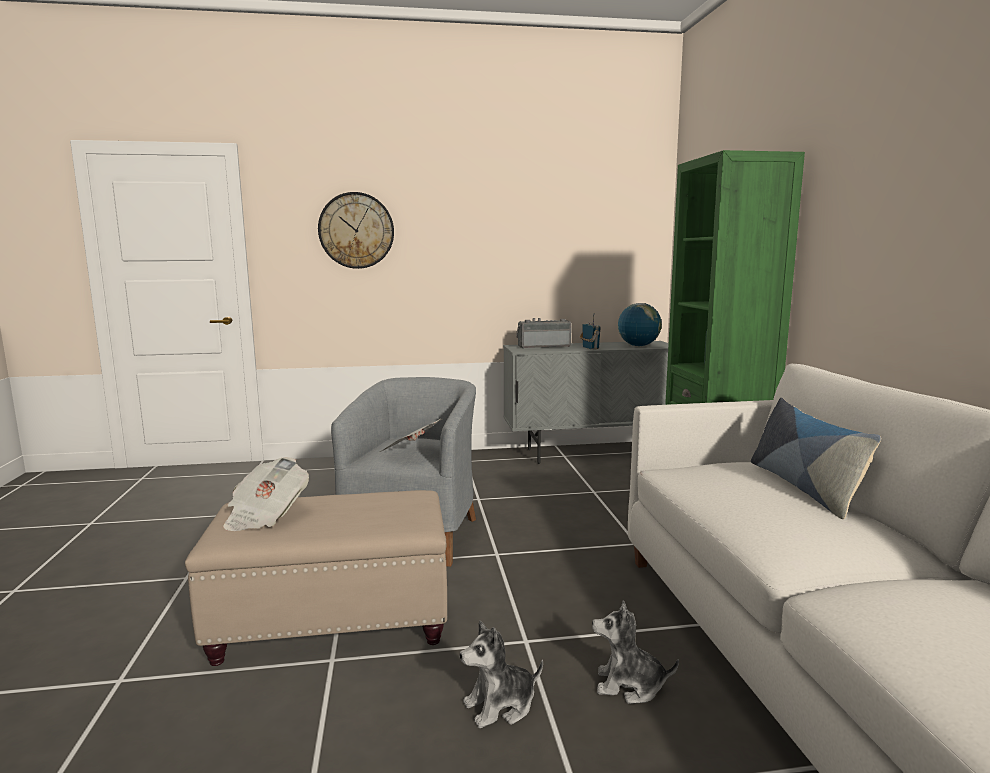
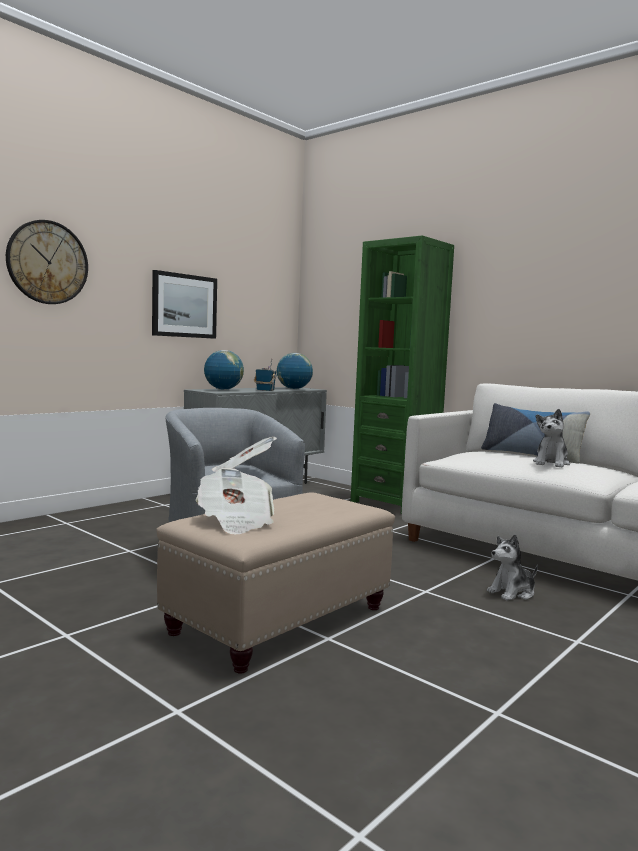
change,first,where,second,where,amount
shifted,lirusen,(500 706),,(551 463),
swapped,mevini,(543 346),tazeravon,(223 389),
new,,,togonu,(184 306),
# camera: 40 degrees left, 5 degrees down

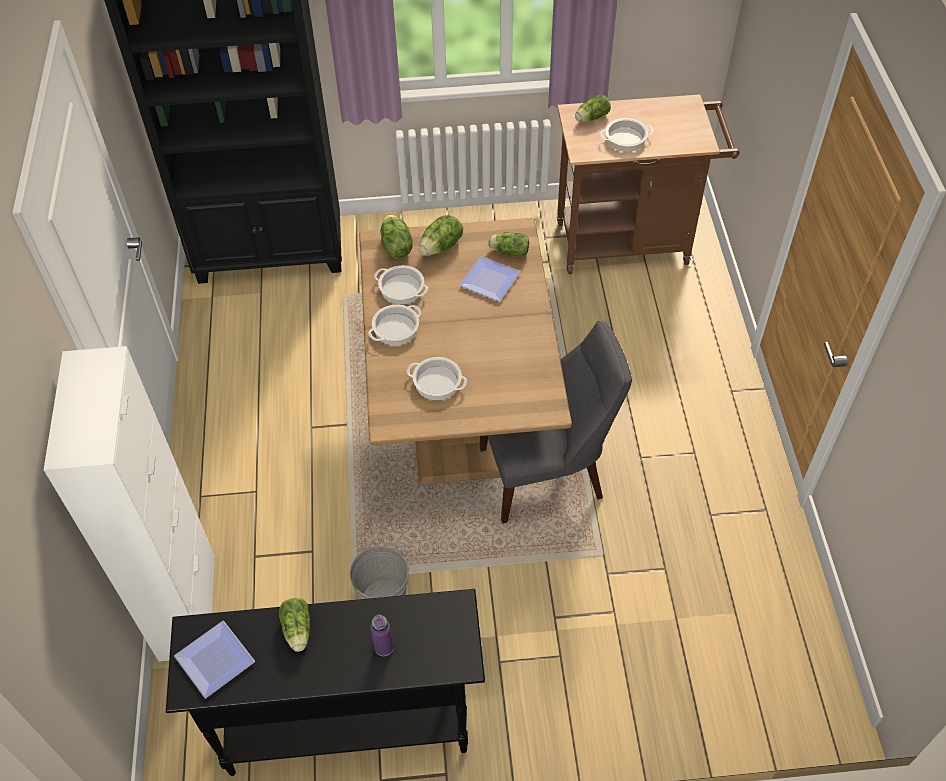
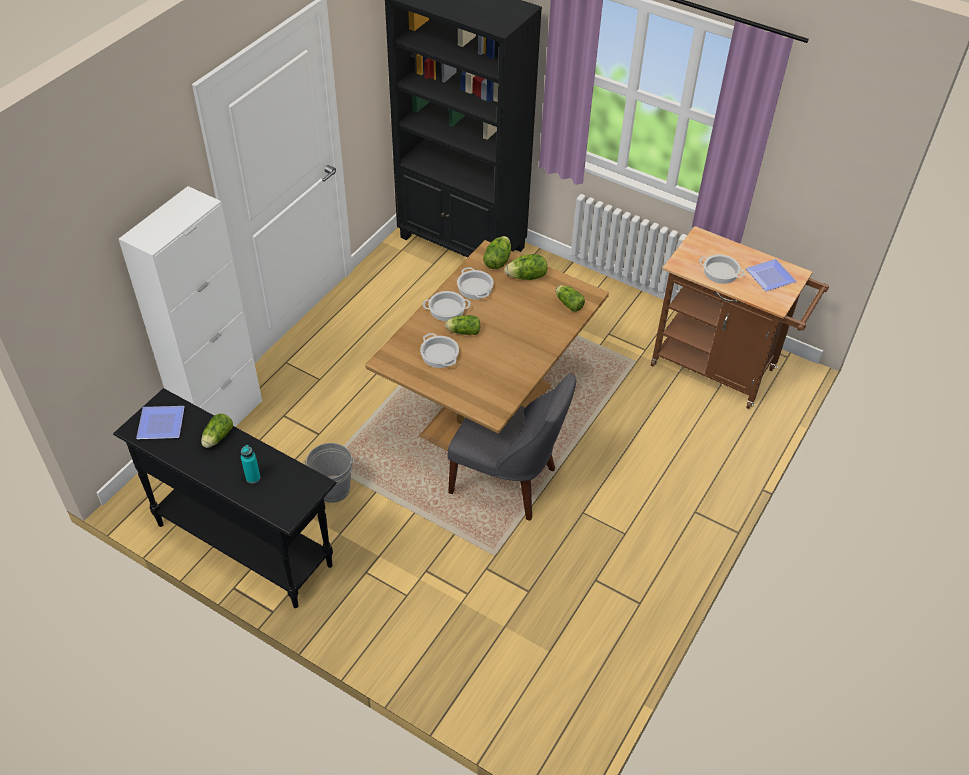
change,first,where,second,where,amount
repainted,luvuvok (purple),(384 647),luvuvok (turquoise),(253 477),
shifted,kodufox,(487 281),,(768 276),
shifted,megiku,(590 118),,(462 331),
# camera: 35 degrees right, 5 degrees down

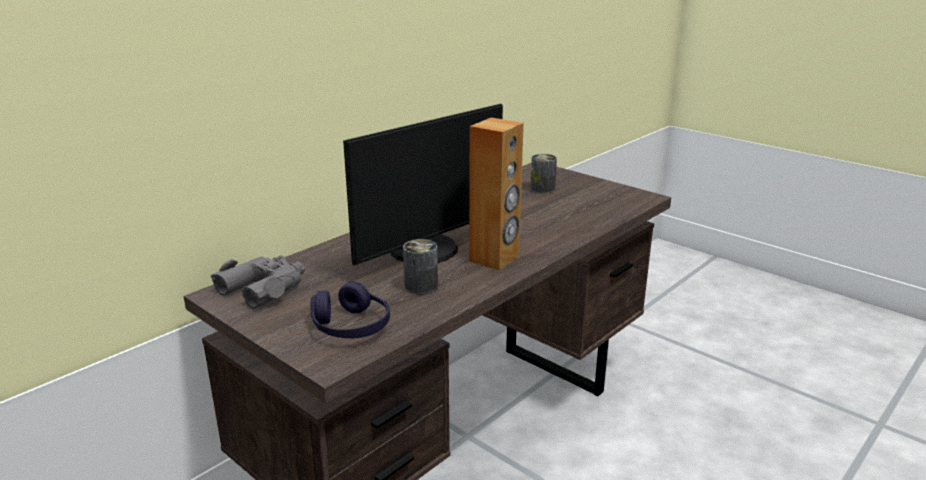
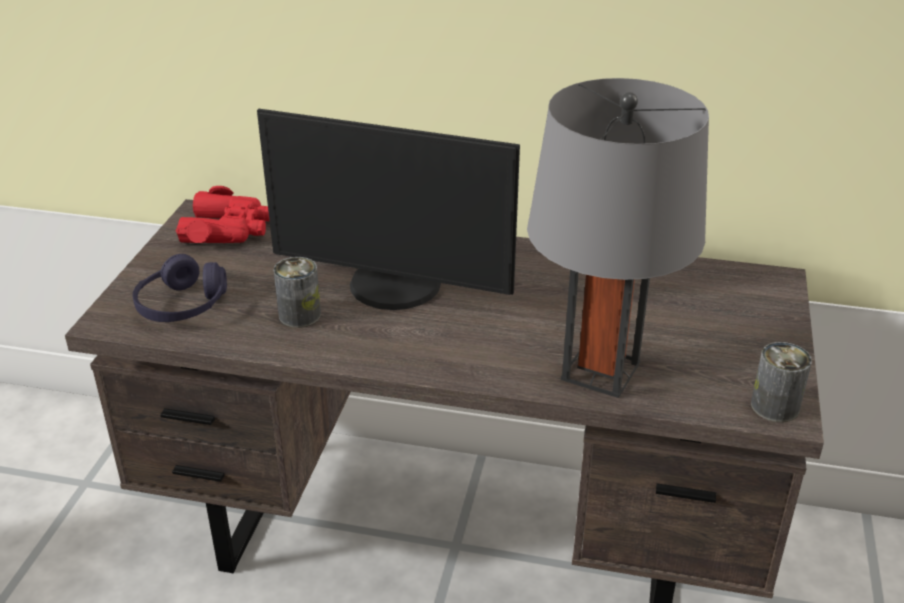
change,first,where,second,where,amount
repainted,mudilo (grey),(264 287),mudilo (red),(228 229),
gone,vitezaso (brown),(494 259),,,
shifted,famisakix,(542 189),,(774 406),
new,,,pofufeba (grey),(600 371),
# camera: 60 degrees right, 10 degrees up

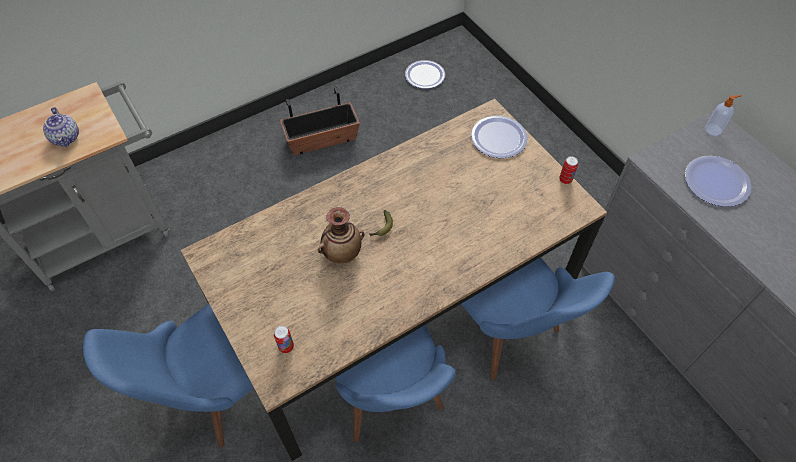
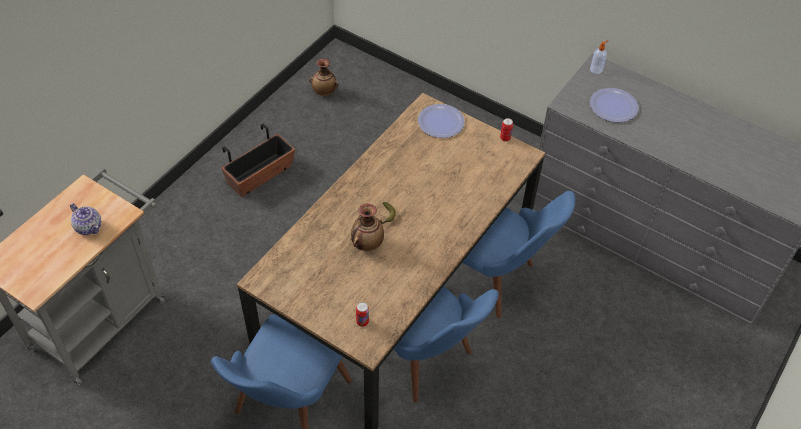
change,first,where,second,where,amount
swapped,kodufox,(425 75),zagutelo,(324 92),
# camera: 25 degrees left, 5 degrees down

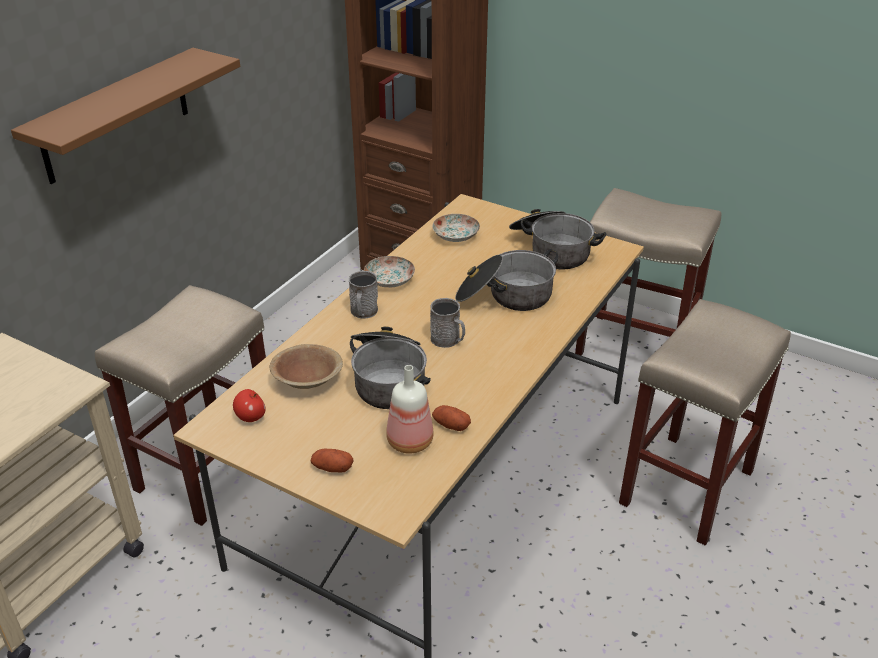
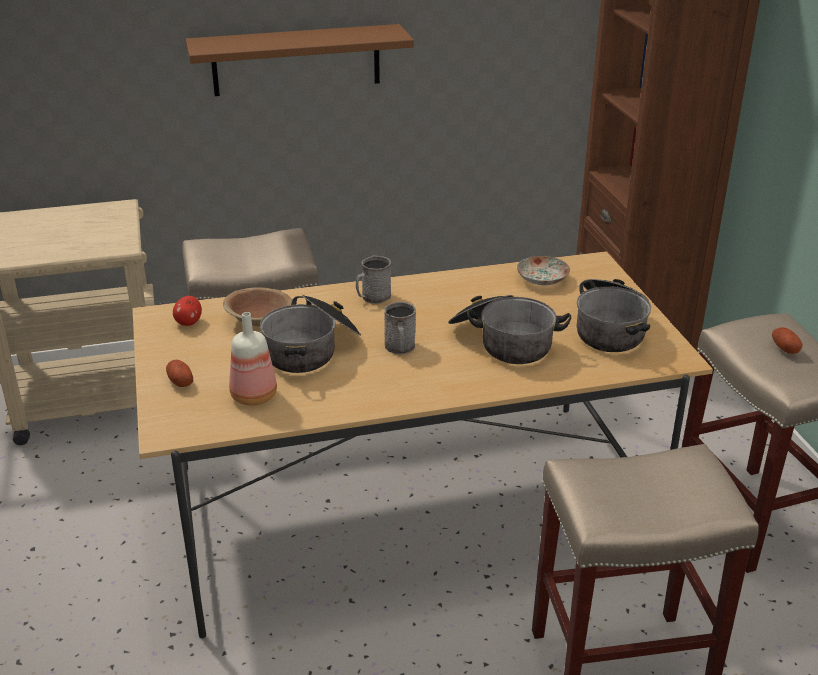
change,first,where,second,where,amount
gone,kodufox,(390 280),,,
shifted,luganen,(451 425),,(784 348),
# camera: 45 degrees right, 5 degrees down

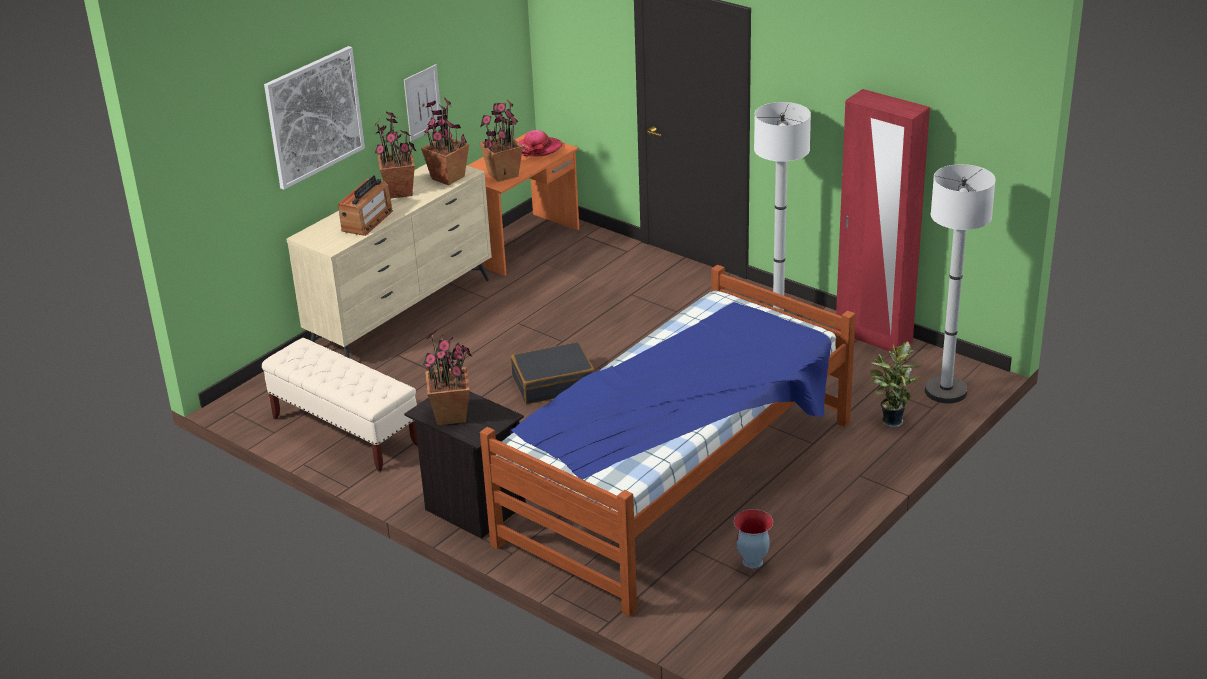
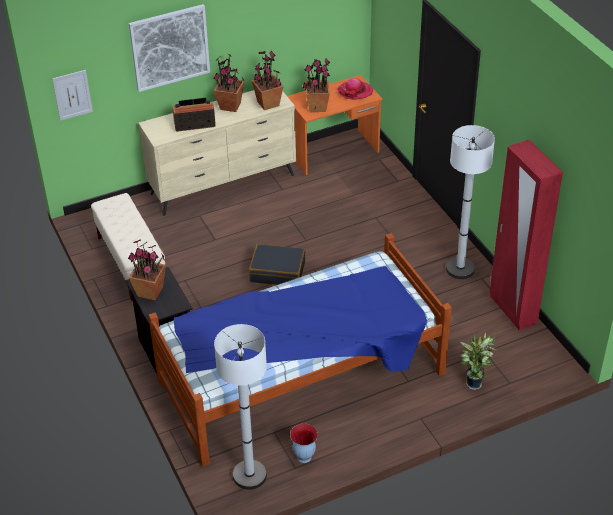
change,first,where,second,where,amount
rotated,mevini,(367 221),,(194 124),150 degrees counterclockwise
shifted,togonu,(422 102),,(72 95),
shifted,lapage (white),(945 391),,(249 475),
# camera: 25 degrees right, 10 degrees up

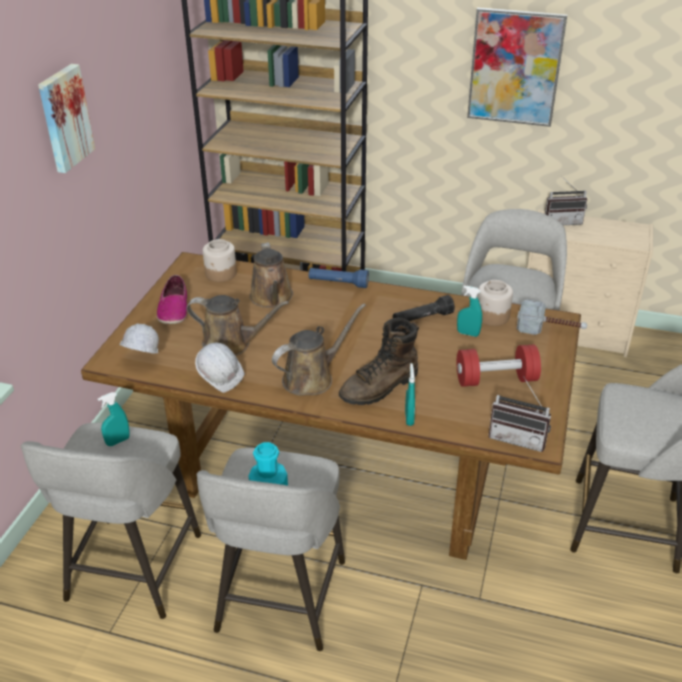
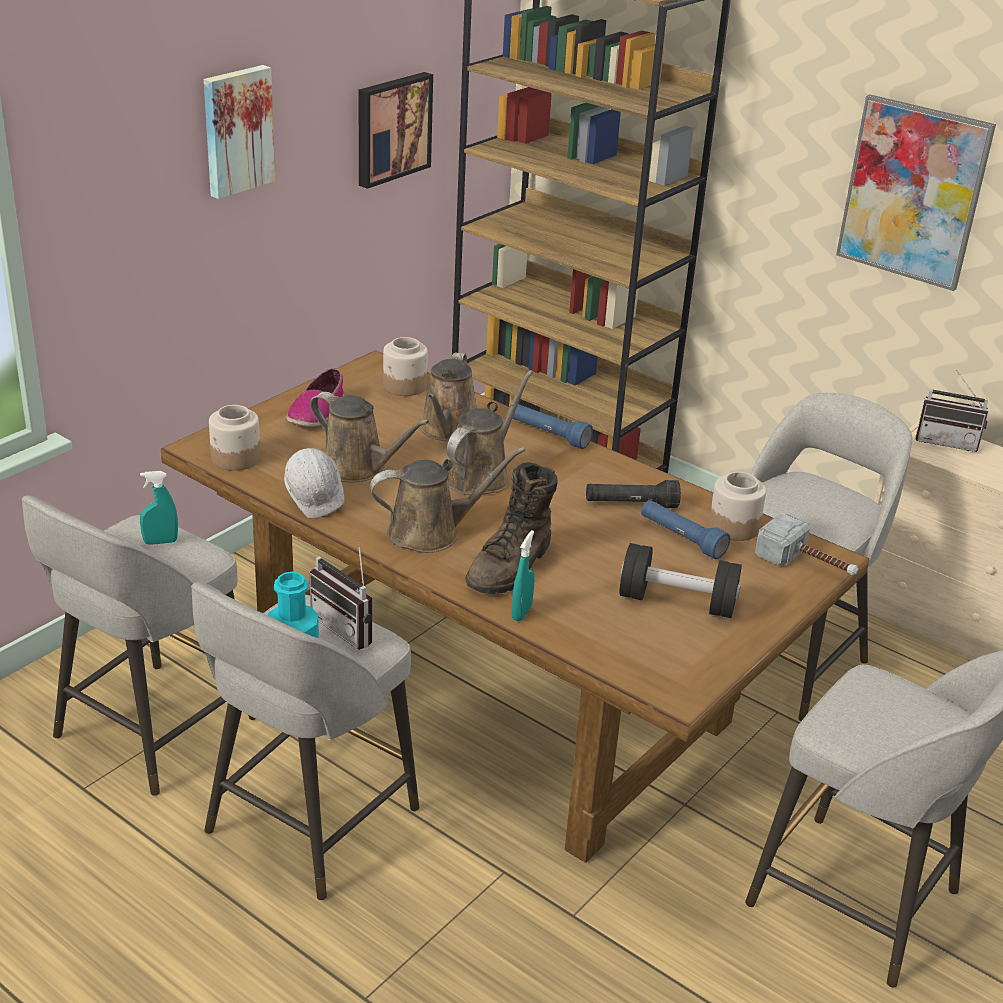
change,first,where,second,where,amount
swapped,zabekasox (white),(141 362),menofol,(235 459),
rotated,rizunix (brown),(380 387),,(511 567),45 degrees counterclockwise
swapped,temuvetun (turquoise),(468 333),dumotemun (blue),(681 538),
repainted,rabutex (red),(496 379),rabutex (black),(677 602),
shifted,mevini,(518 437),,(349 627),
new,,,togonu,(391 128),
new,,,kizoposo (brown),(480 475),
# camera: 20 degrees right, 5 degrees down

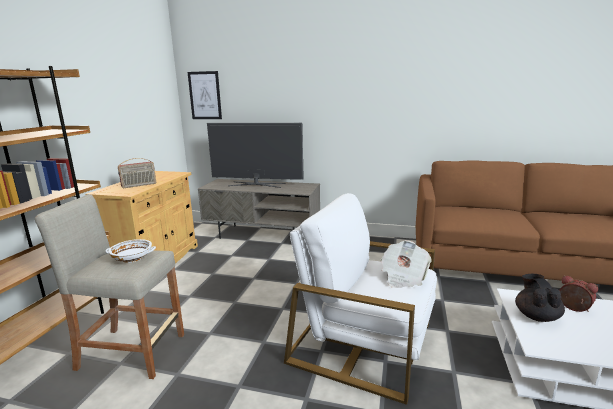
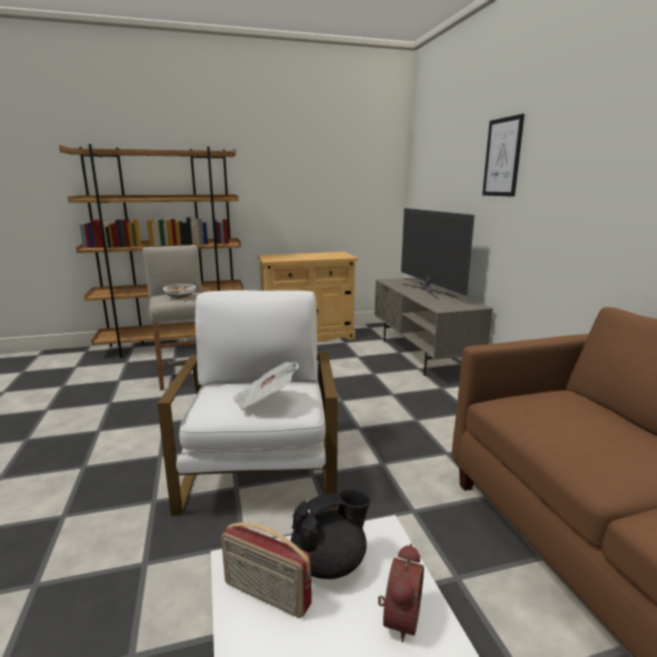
change,first,where,second,where,amount
shifted,mevini,(139 185),,(266 595),
shifted,togonu,(205 95),,(502 157),
# camera: 60 degrees right, 0 degrees up

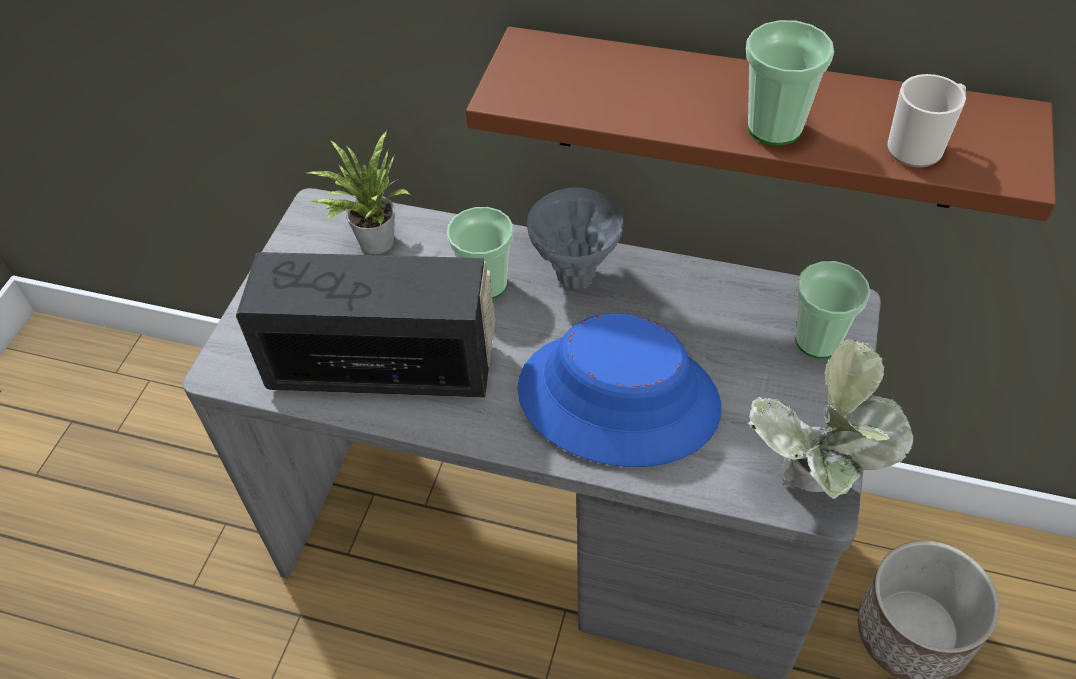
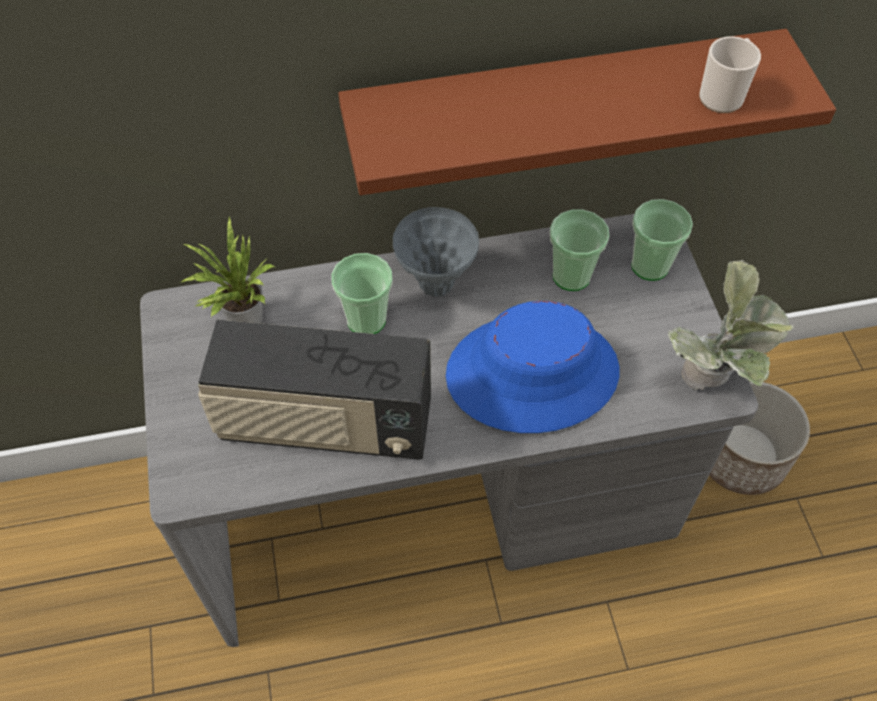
change,first,where,second,where,amount
rotated,mevini,(384 365),,(325 425),150 degrees counterclockwise
shifted,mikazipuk,(774 128),,(571 276),
# camera: 30 degrees left, 5 degrees up

